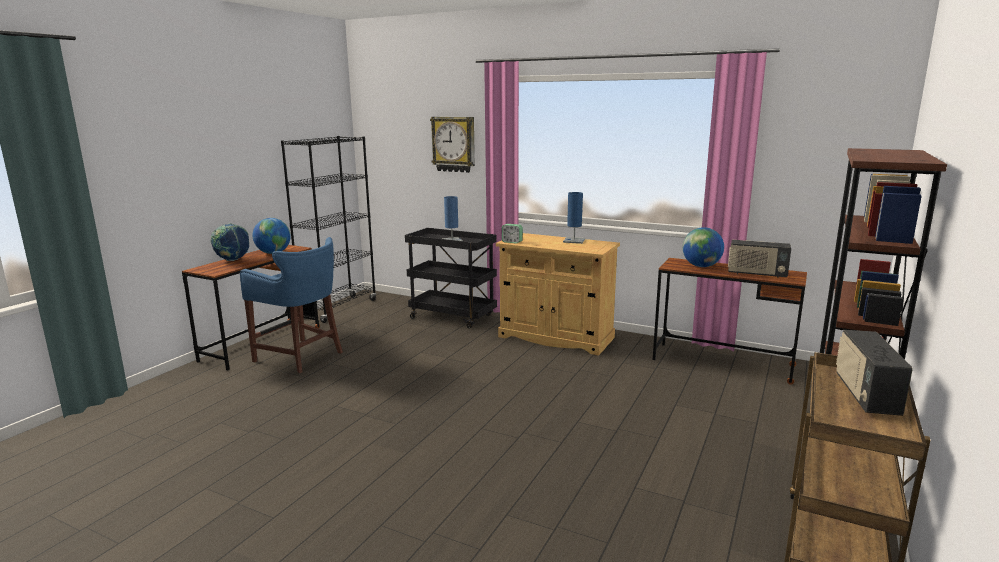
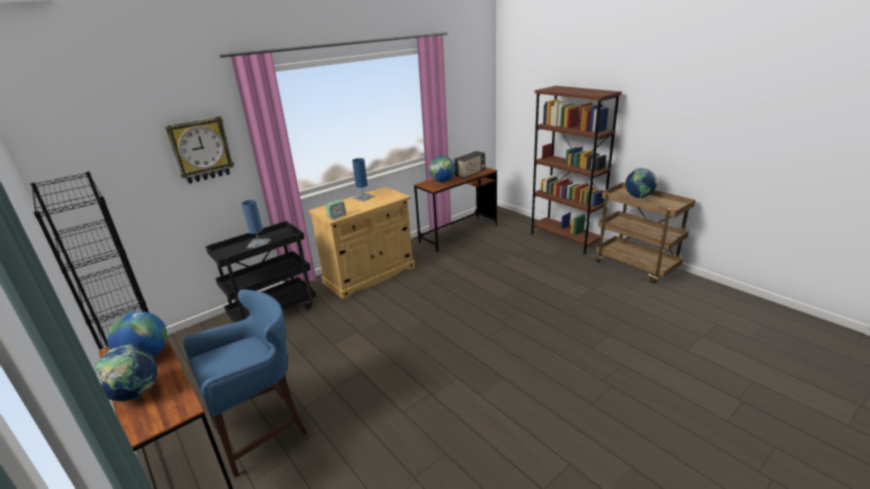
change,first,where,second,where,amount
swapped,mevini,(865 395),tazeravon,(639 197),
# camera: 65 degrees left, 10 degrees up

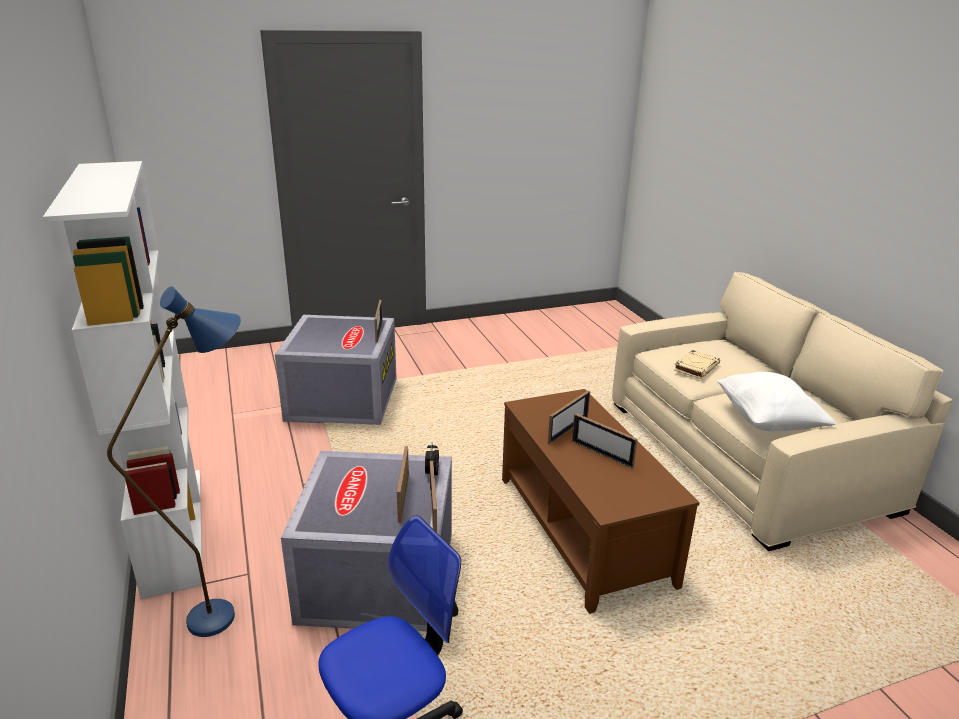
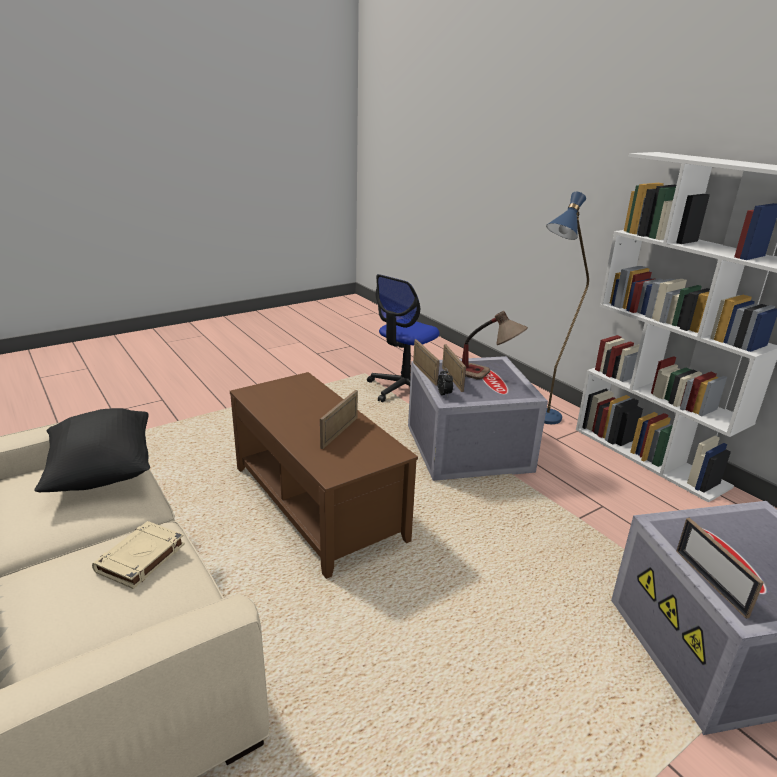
change,first,where,second,where,amount
gone,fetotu,(601 454),,,
repainted,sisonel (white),(768 421),sisonel (black),(102 472),
new,,,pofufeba,(489 376),
# camera: 165 degrees right, 0 degrees up

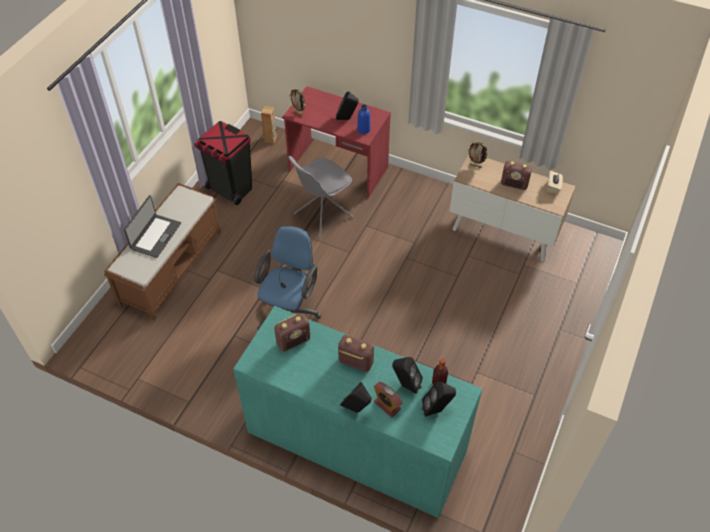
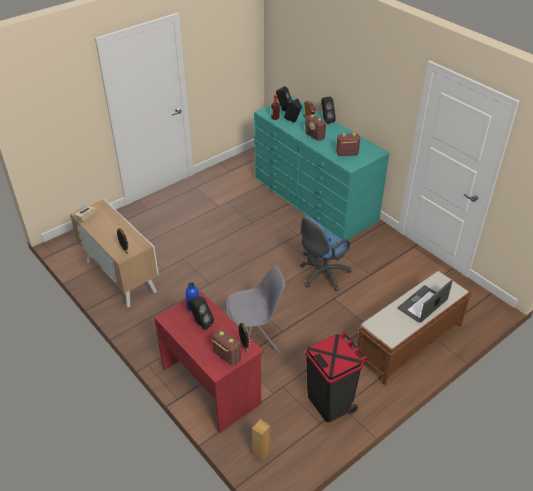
change,first,where,second,where,amount
shifted,mevini,(514 184),,(227 356),
# camera: 155 degrees left, 10 degrees down

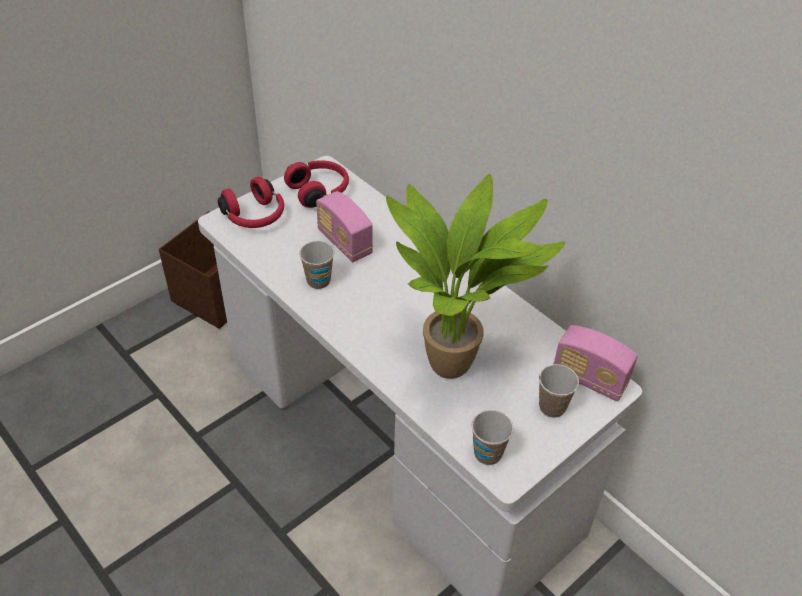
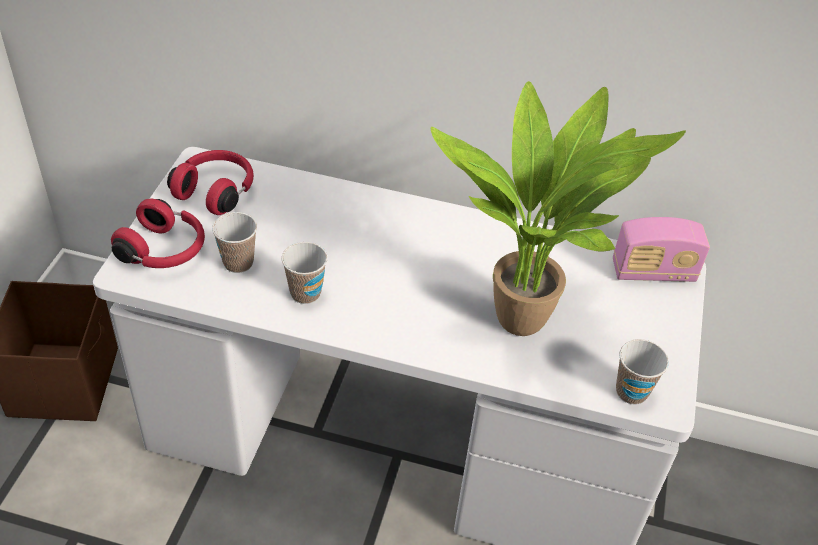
change,first,where,second,where,amount
gone,mevini,(344 242),,,
shifted,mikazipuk,(552 407),,(238 263),
# camera: 35 degrees left, 0 degrees up

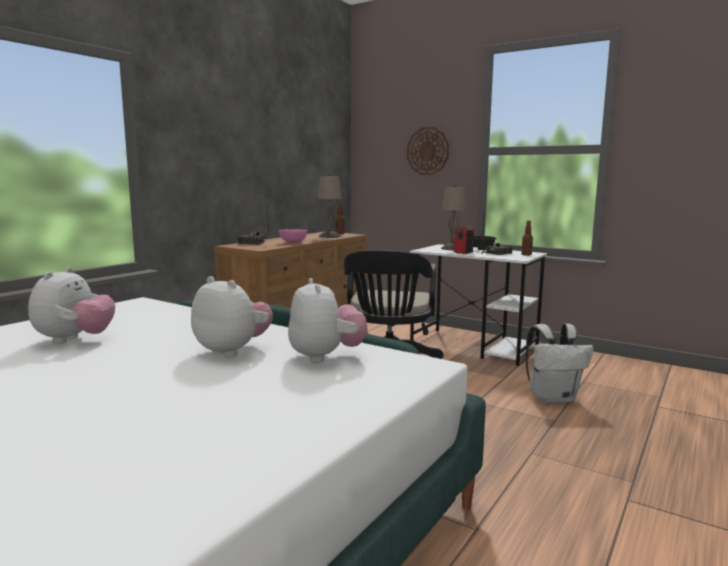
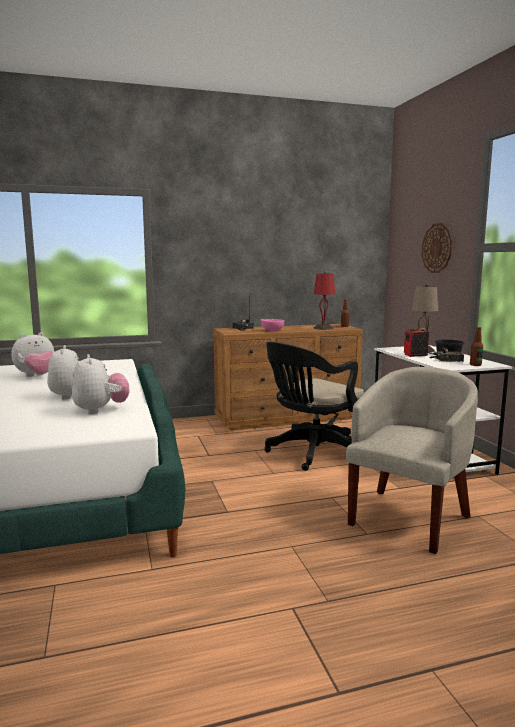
change,first,where,second,where,amount
rotated,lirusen,(326 357),,(101 410),45 degrees counterclockwise
repainted,pofufeba (beige),(329 236),pofufeba (red),(323 328),
swapped,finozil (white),(553 398),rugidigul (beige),(409 517),
# camera: 40 degrees right, 0 degrees up

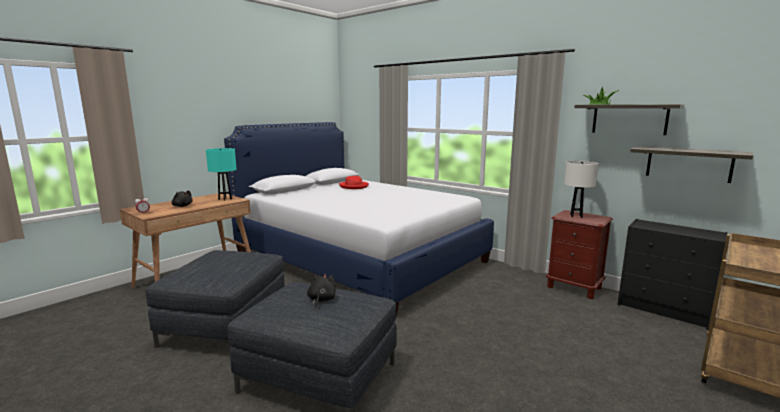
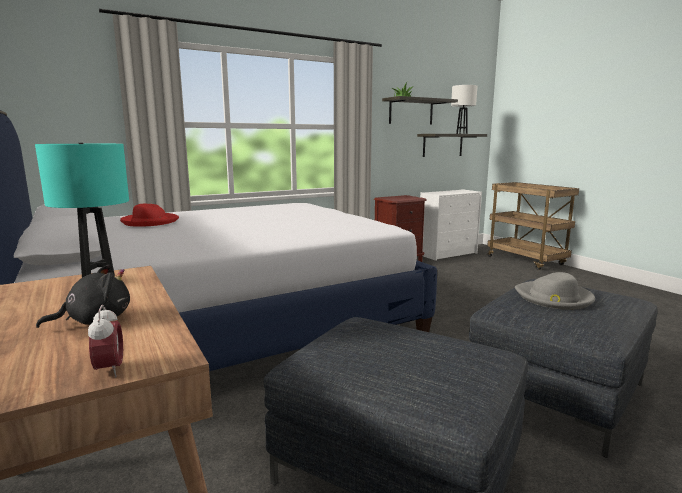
change,first,where,second,where,amount
swapped,lirusen (black),(321 300),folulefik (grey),(554 298),
shifted,pofufeba (white),(576 216),,(461 133),
repainted,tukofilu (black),(664 310),tukofilu (white),(448 253),
# camera: 70 degrees left, 0 degrees up

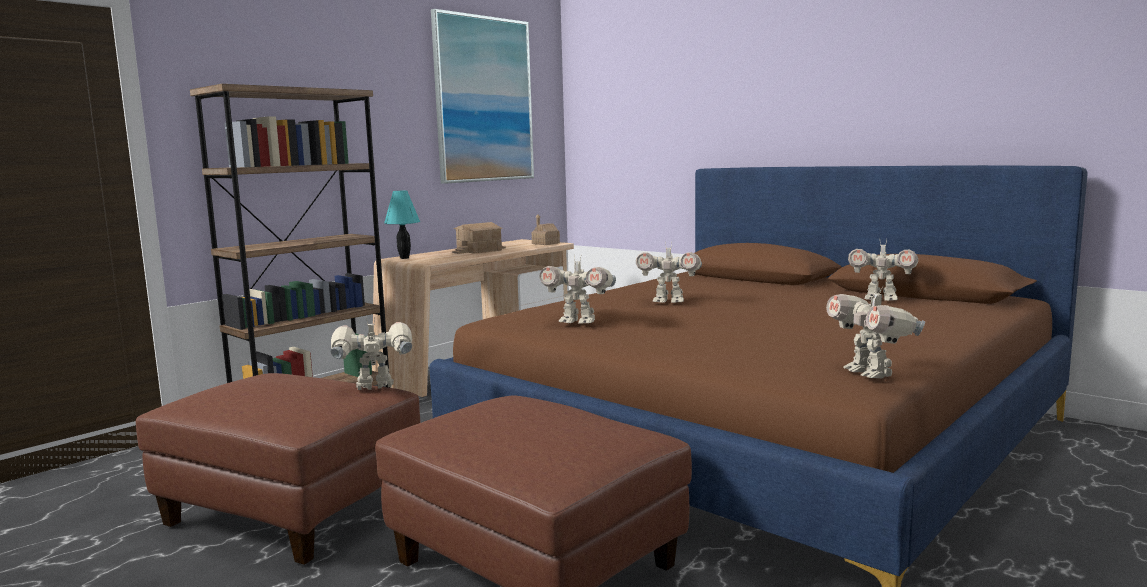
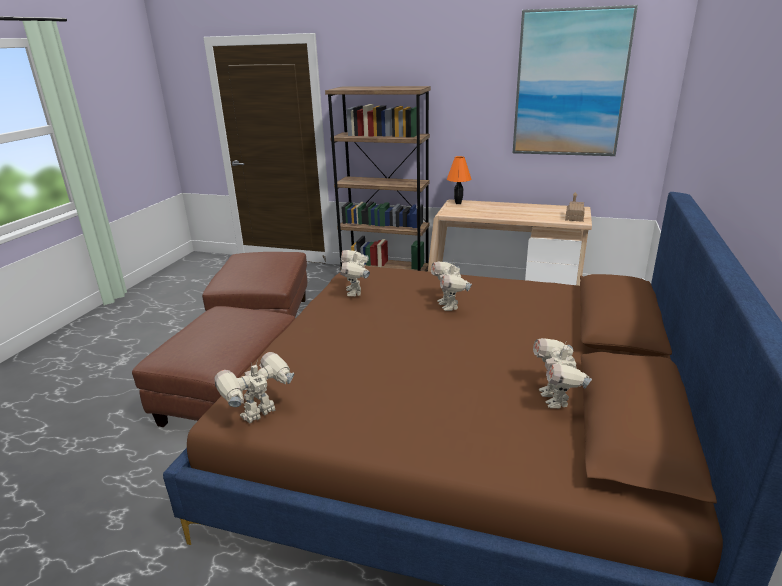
change,first,where,second,where,amount
gone,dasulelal,(375 388),,,
repainted,pofufeba (turquoise),(404 258),pofufeba (orange),(458 203),
gone,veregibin,(479 250),,,
# camera: 65 degrees right, 15 degrees up

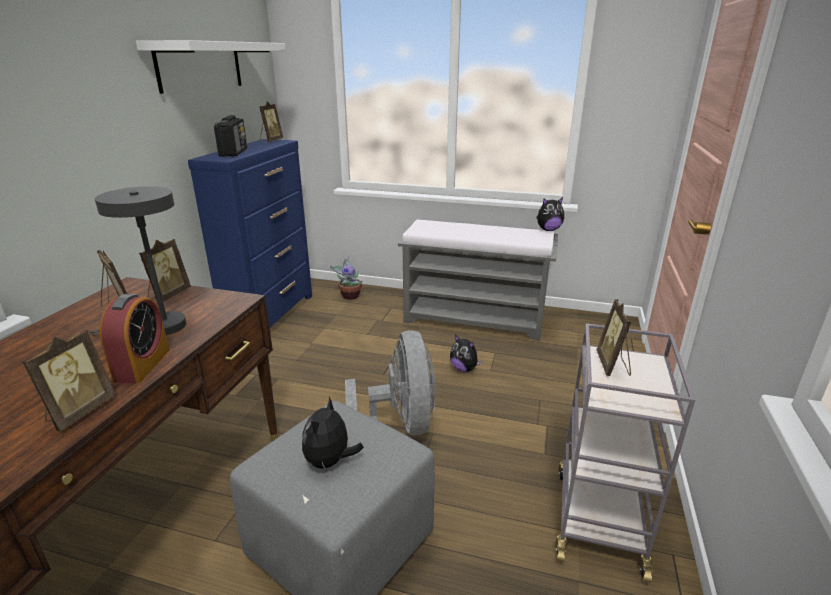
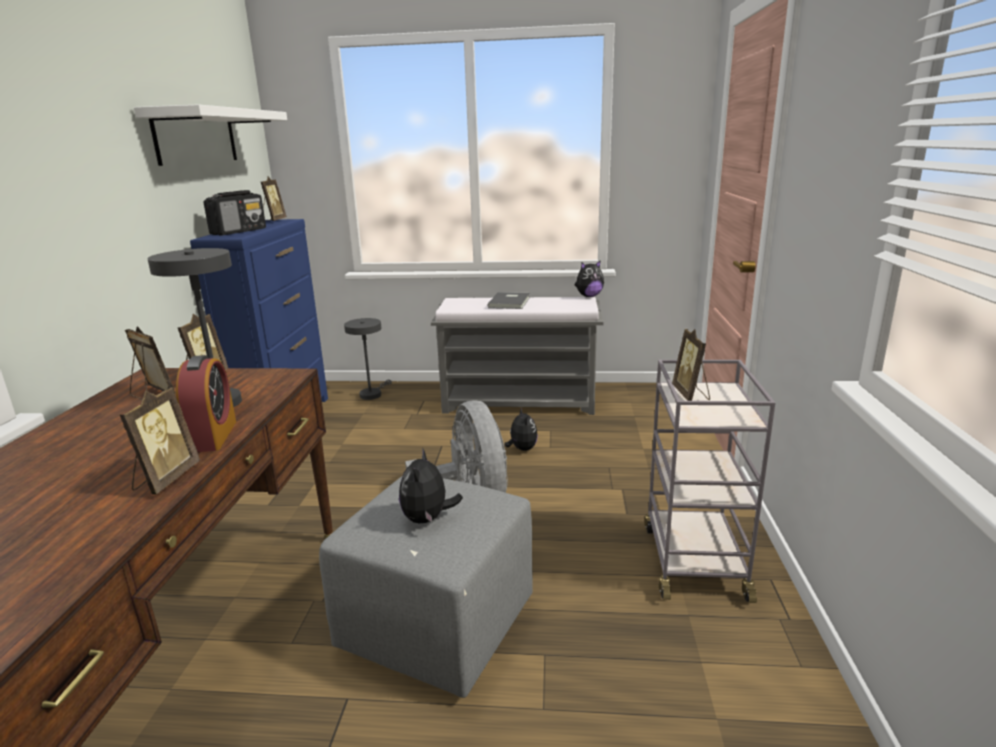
change,first,where,second,where,amount
rotated,mevini,(233 152),,(239 231),45 degrees clockwise
swapped,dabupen,(349 295),pofufeba (grey),(372 394),
rotated,lirusen,(464 369),,(522 449),135 degrees counterclockwise
new,,,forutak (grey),(510 302),
# camera: 10 degrees left, 5 degrees down

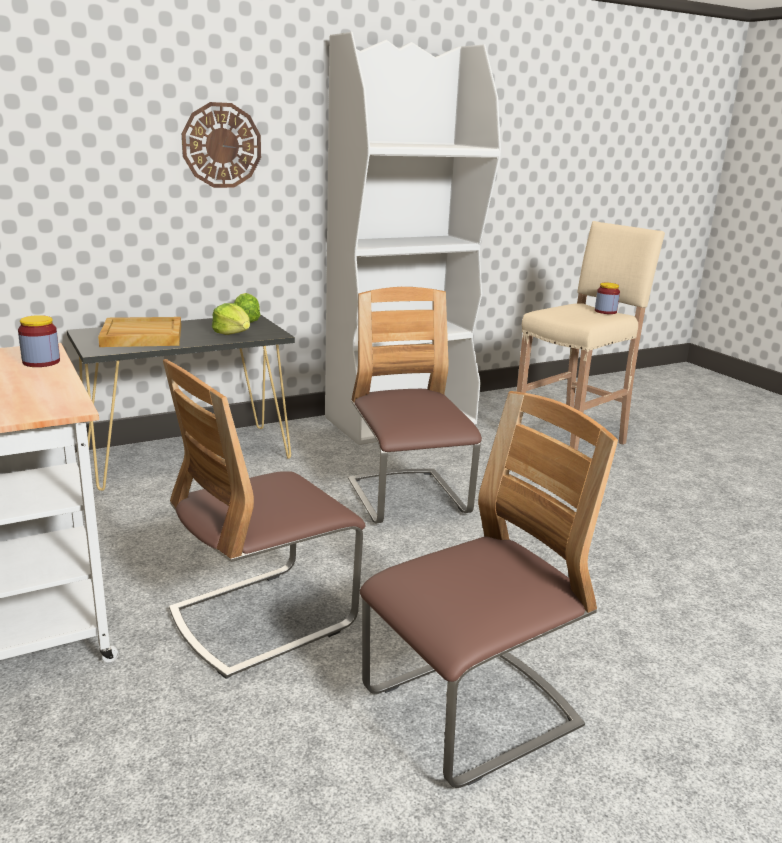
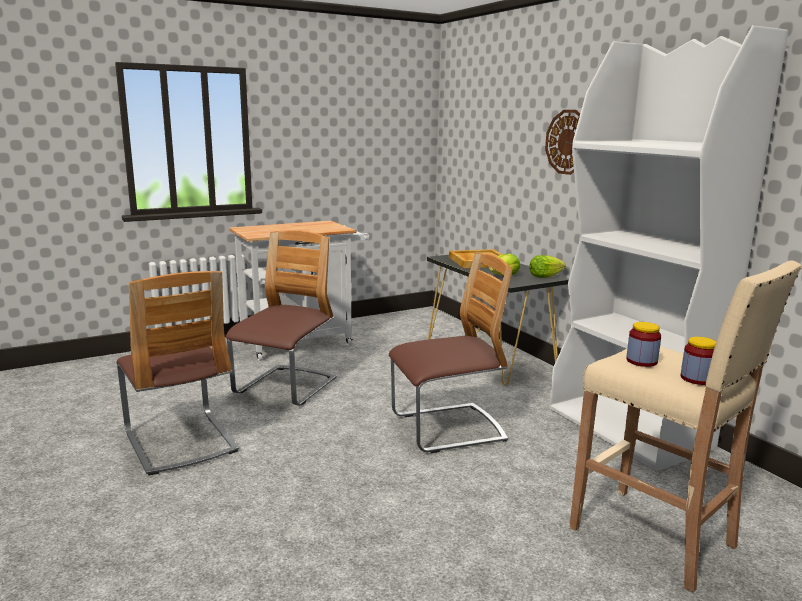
change,first,where,second,where,amount
shifted,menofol,(41 362),,(641 361),
rotated,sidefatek,(262 618),,(286 387),60 degrees clockwise
# camera: 90 degrees right, 5 degrees down

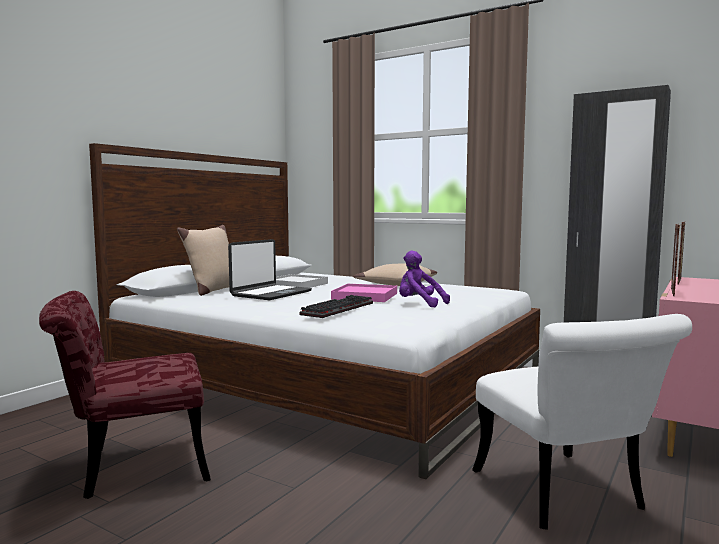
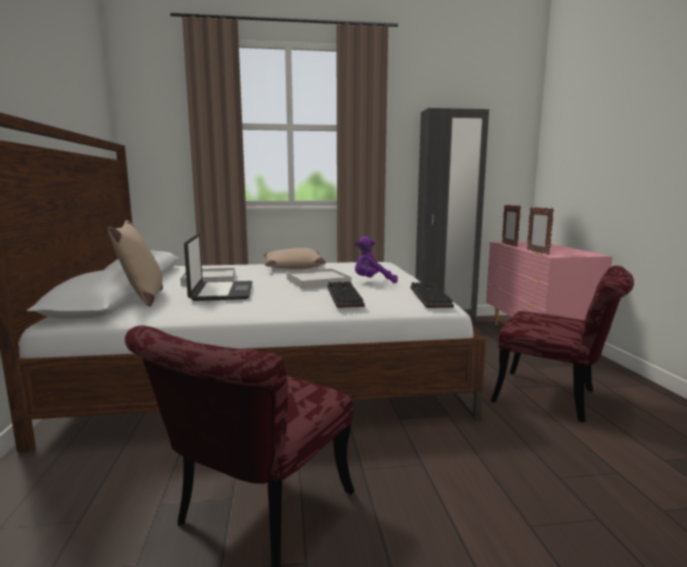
change,first,where,second,where,amount
repainted,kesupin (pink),(364 296),kesupin (white),(318 282),
repainted,sidefatek (white),(567 497),sidefatek (red),(556 398),
new,,,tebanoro,(428 297),
# camera: 40 degrees left, 5 degrees up

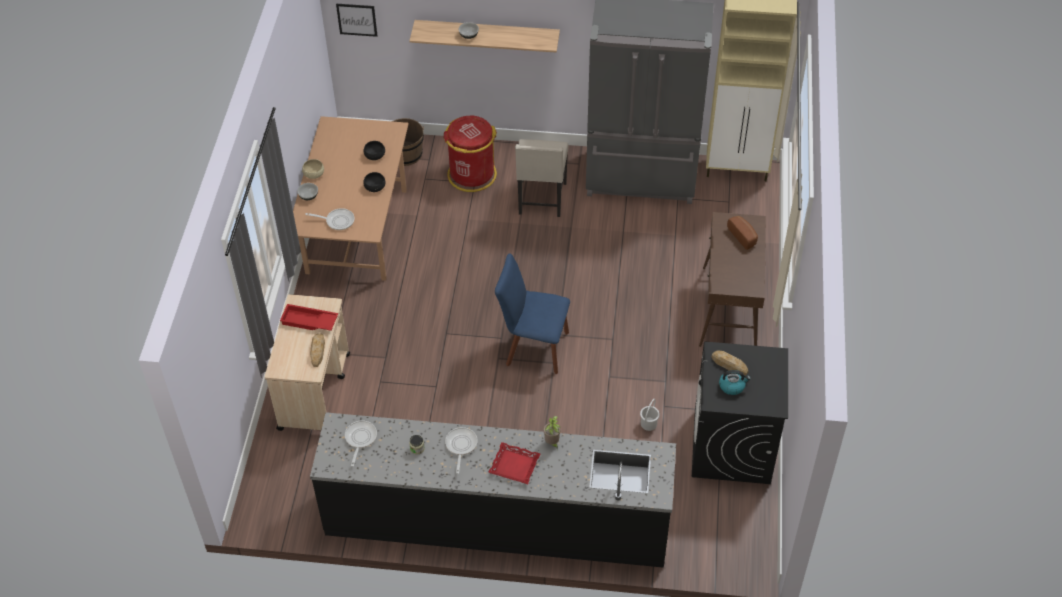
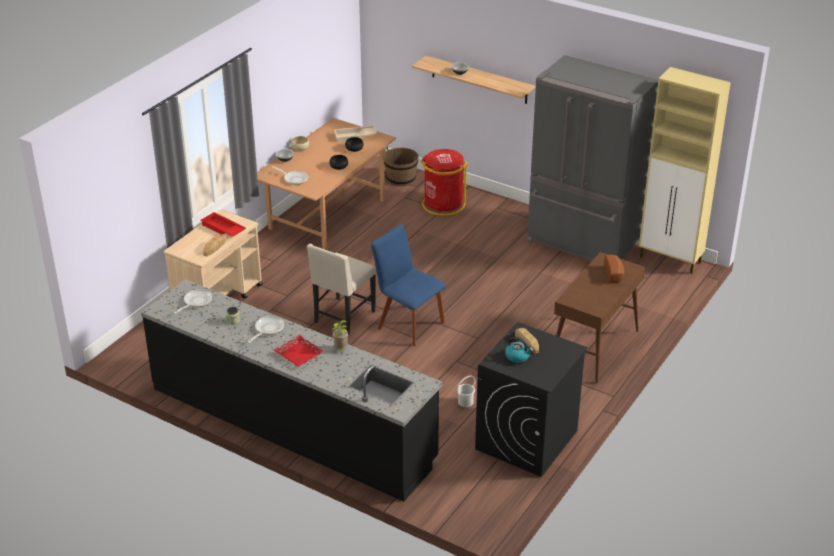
change,first,where,second,where,amount
gone,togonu,(357 19),,,
shifted,sidefatek (beige),(541 199),,(343 317),
new,,,kesupin (beige),(355 136),
# camera: 25 degrees right, 15 degrees down

